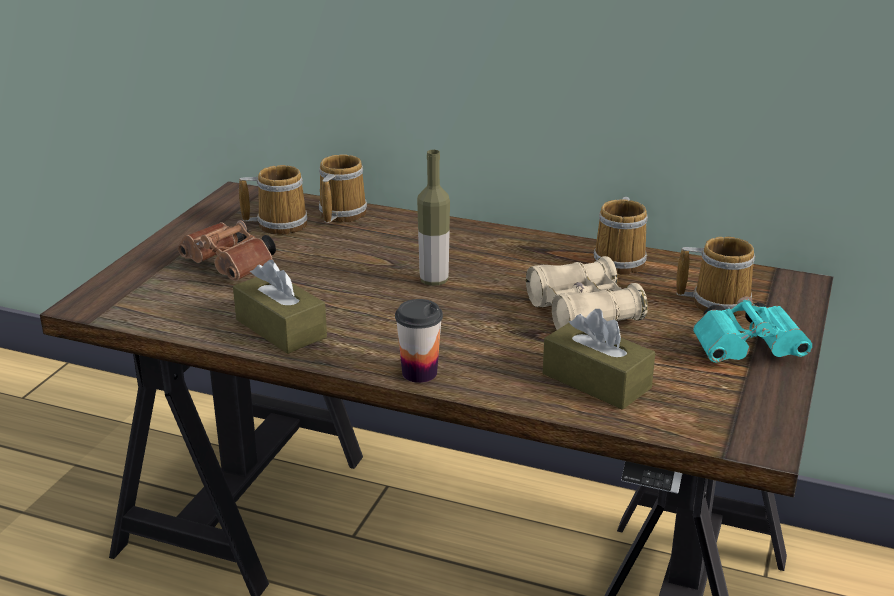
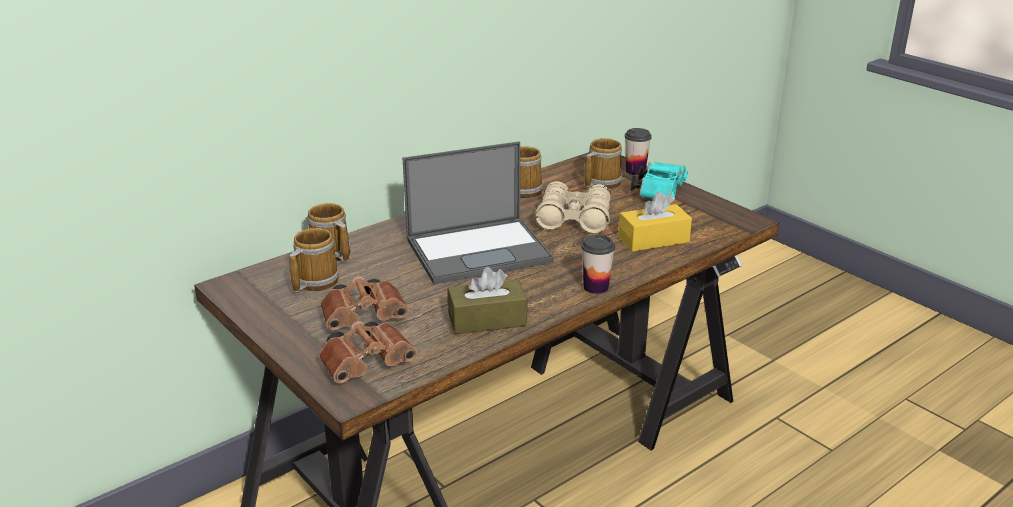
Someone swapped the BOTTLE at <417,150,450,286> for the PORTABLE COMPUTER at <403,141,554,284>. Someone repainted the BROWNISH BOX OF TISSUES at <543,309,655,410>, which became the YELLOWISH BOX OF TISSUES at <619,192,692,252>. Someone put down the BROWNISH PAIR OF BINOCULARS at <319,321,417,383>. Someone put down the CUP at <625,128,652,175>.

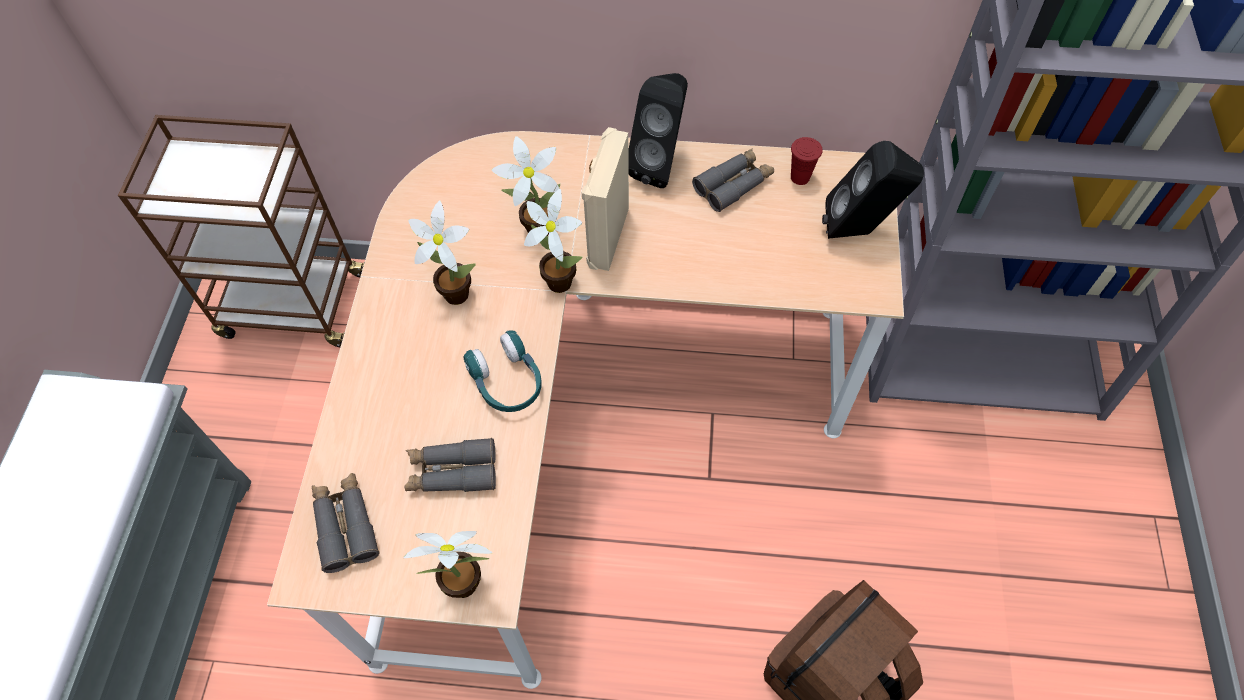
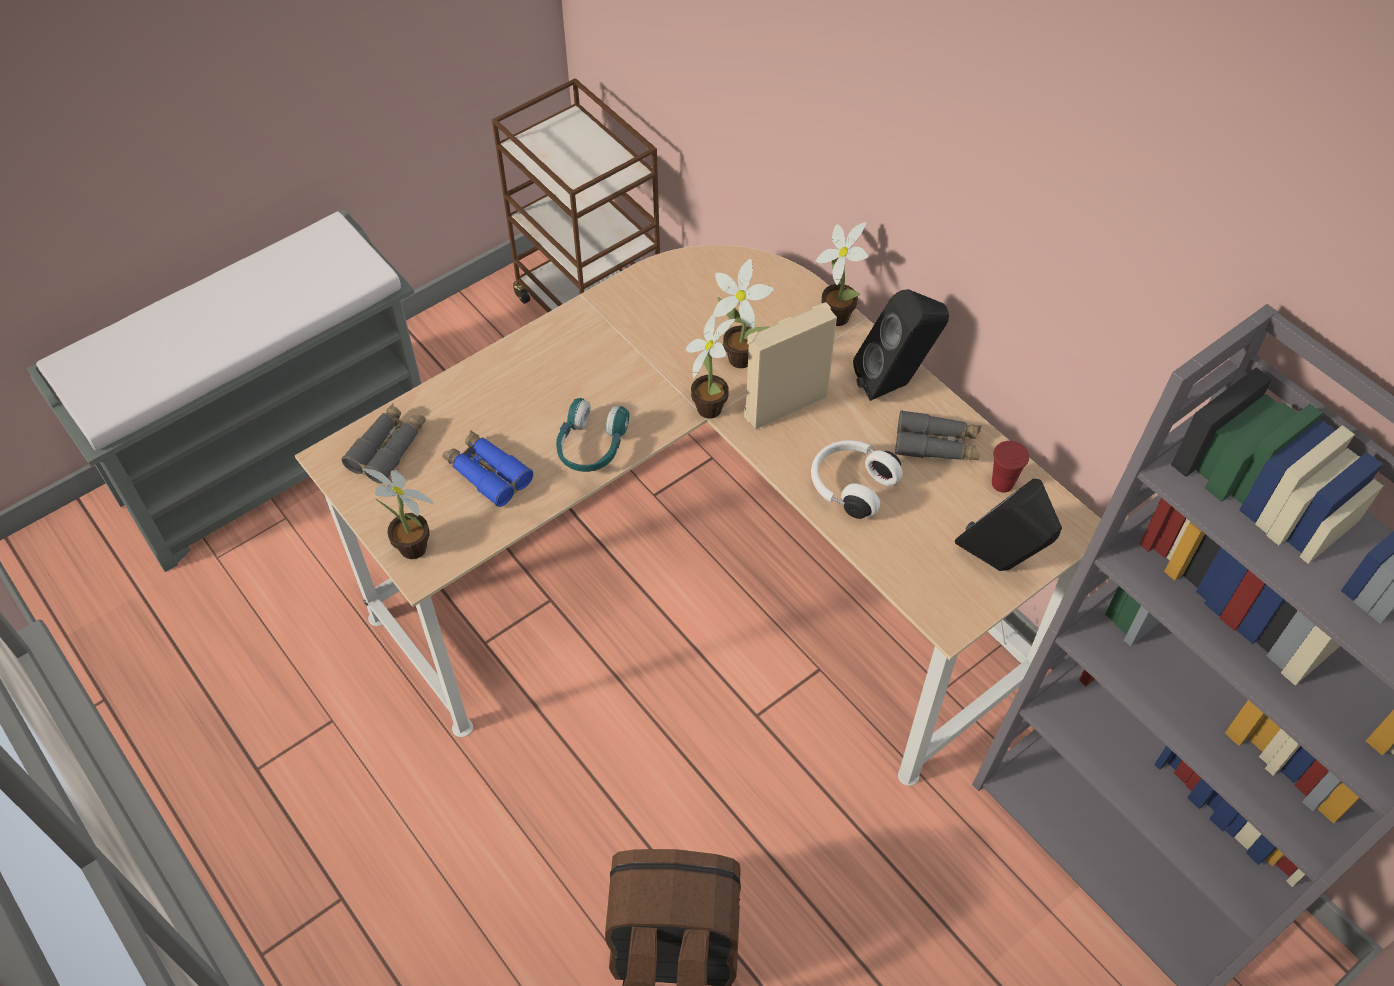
Someone repainted the GRAY PAIR OF BINOCULARS at <404,438,496,492>, which became the BLUISH PAIR OF BINOCULARS at <443,430,533,507>. Someone carried the PLANT IN A POT from <408,201,476,305> to <816,222,868,326>. Someone put down the WHITISH HEADPHONES at <811,440,902,519>.

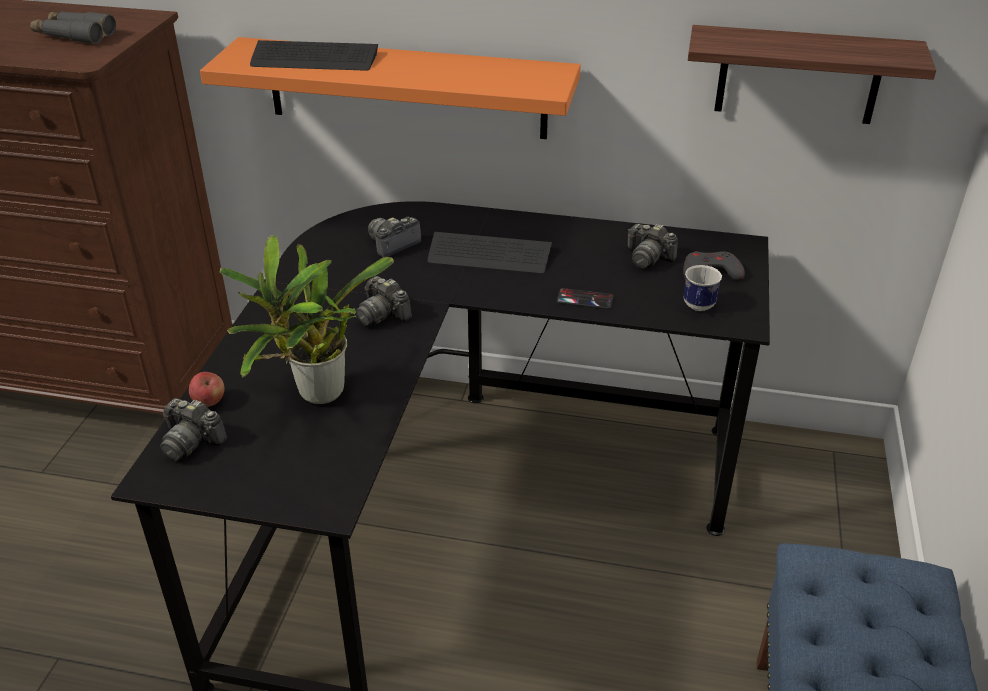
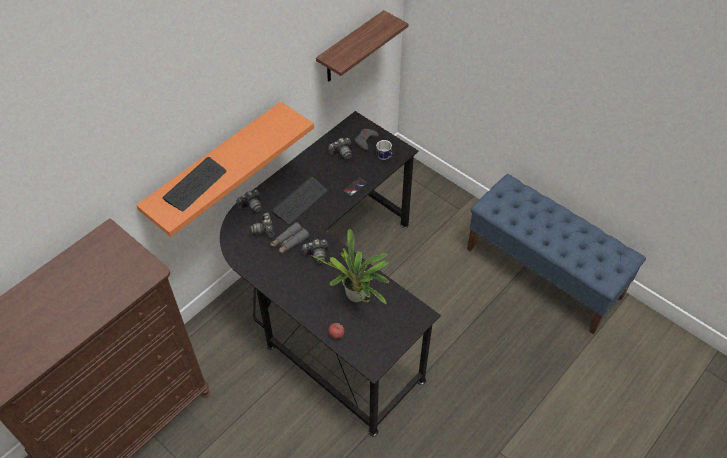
Someone carried the GRAY PAIR OF BINOCULARS from <30,12,116,44> to <270,222,309,254>. Someone carried the STILL CAMERA from <160,398,227,461> to <236,190,262,214>.

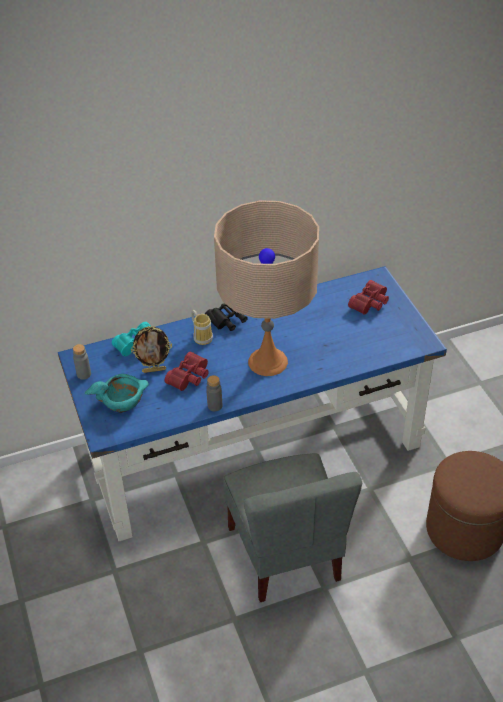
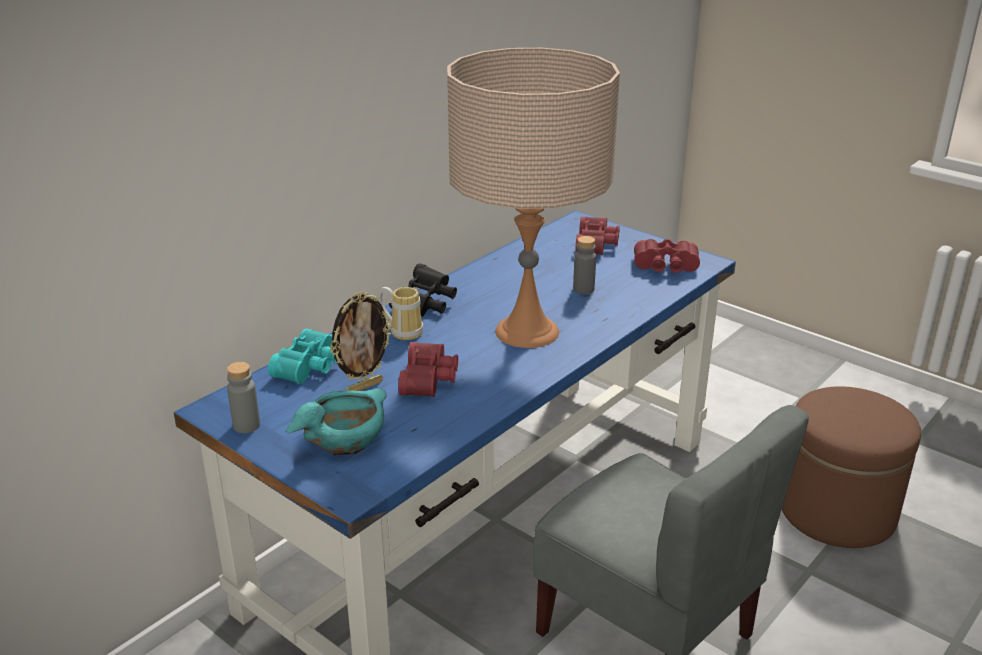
Someone carried the GRAY BOTTLE from <206,375,222,411> to <573,236,596,294>. Someone put down the RED PAIR OF BINOCULARS at <634,239,700,273>.

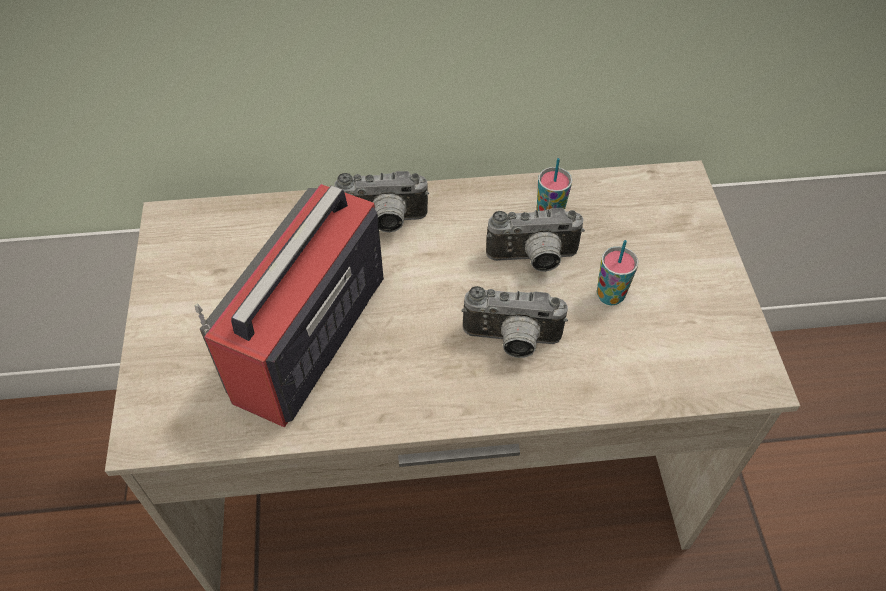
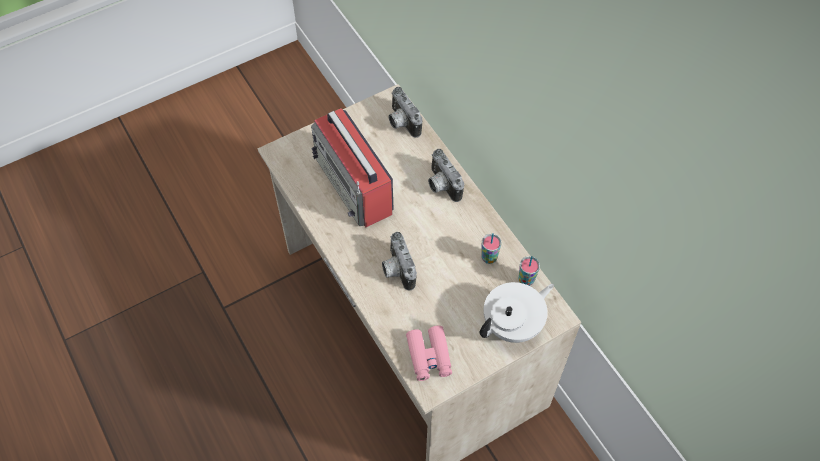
Someone rotated the RADIO SET at <194,184,384,428> by 120 degrees counterclockwise. Someone carried the STILL CAMERA from <486,208,585,272> to <389,87,423,138>. Someone carried the CUP from <597,240,638,305> to <519,256,540,286>. Someone put down the PINK-COLOURED PAIR OF BINOCULARS at <406,326,452,381>. Someone put down the WHITISH TEAPOT at <480,282,554,343>.

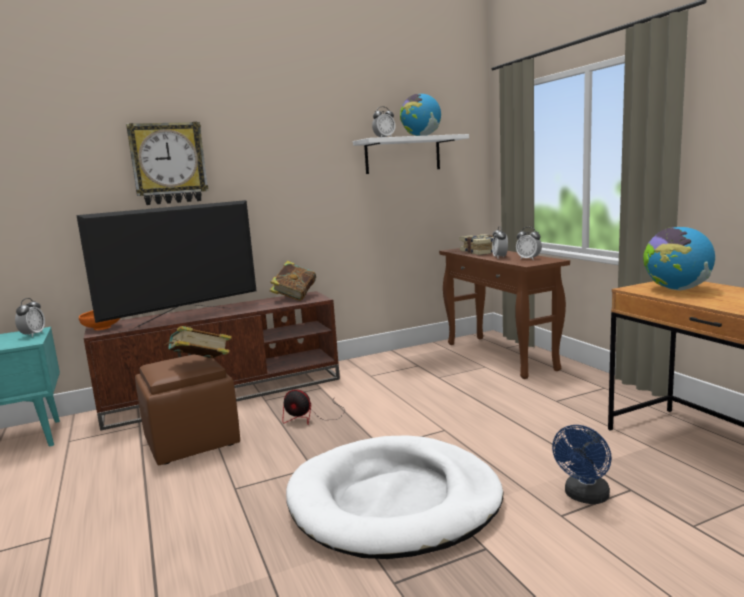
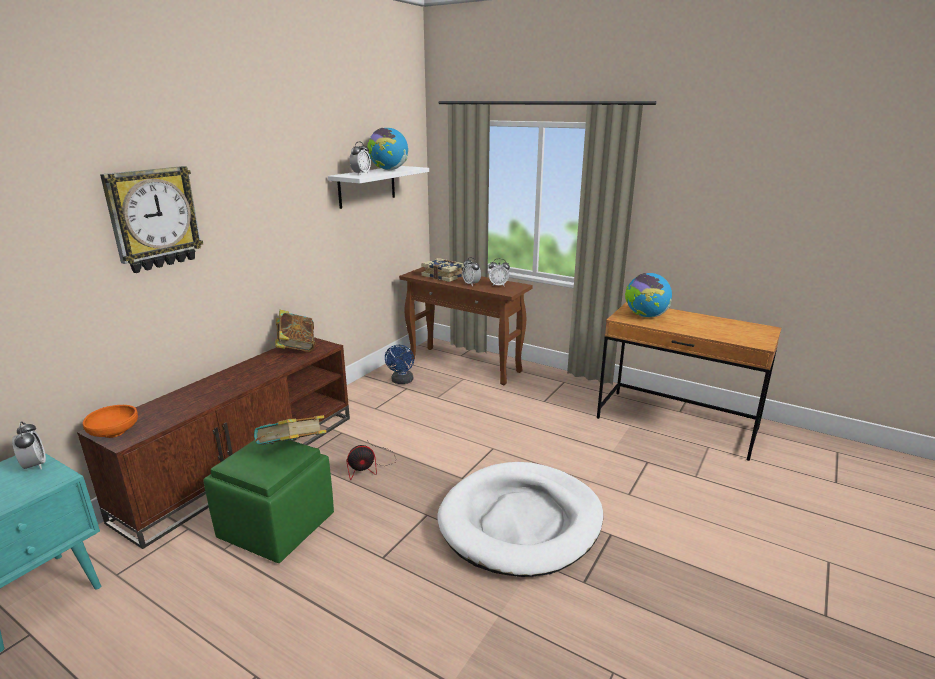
Someone took away the TELEVISION at <76,200,256,328>. Someone repainted the BROWNISH POUFFE at <135,355,240,465>, which became the GREENISH POUFFE at <203,440,334,563>. Someone carried the BLUISH ELECTRIC FAN from <552,425,612,504> to <385,345,414,384>.

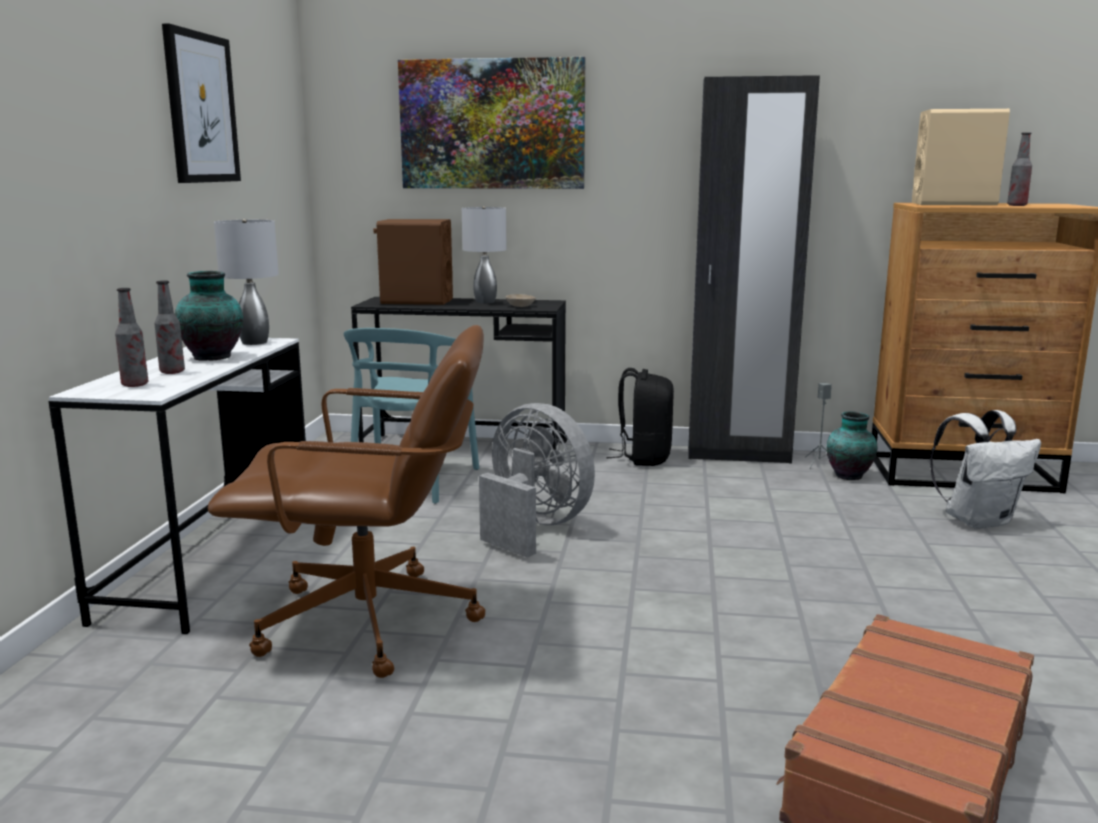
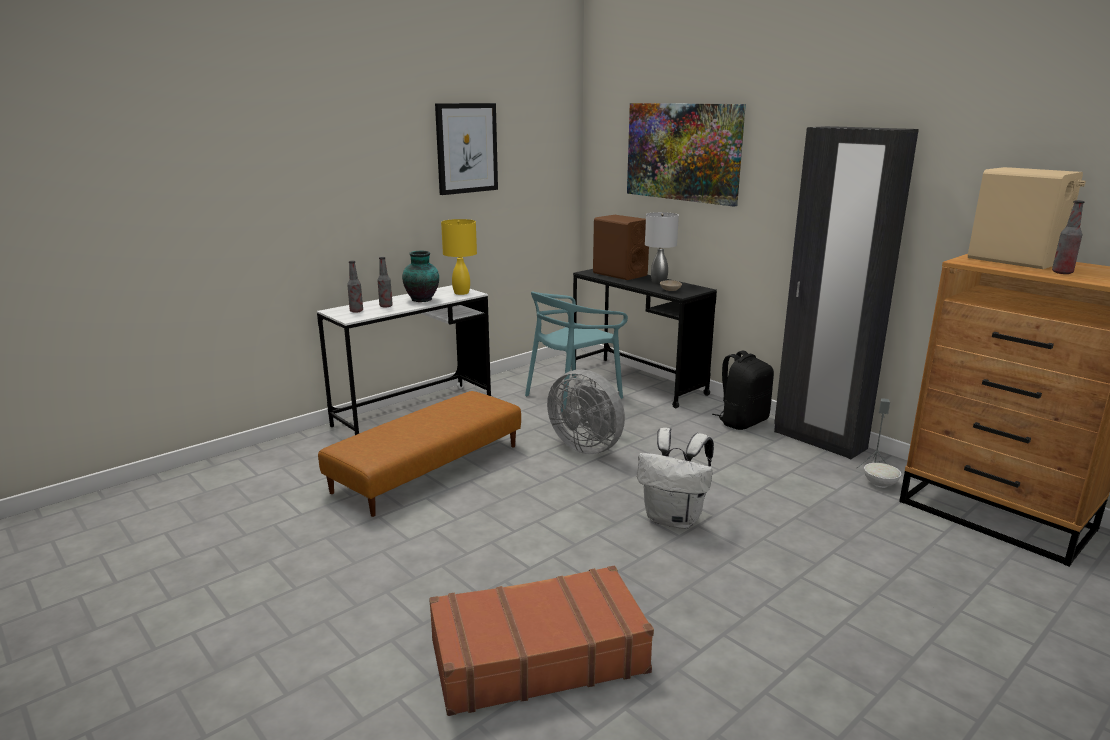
Someone swapped the BROWNISH COMPUTER CHAIR at <208,325,485,678> for the BROWNISH POUFFE at <318,391,521,517>. Someone repainted the GRAY LAMP FOR A TABLE at <214,219,279,345>, which became the YELLOWISH LAMP FOR A TABLE at <441,219,477,295>. Someone rotated the GRAY ELECTRIC FAN at <479,403,595,558> by 135 degrees clockwise. Someone swapped the FLOWER VASE at <827,411,878,480> for the WHITISH SERVING BOWL at <864,463,901,488>. Someone carried the WHITISH RUCKSACK from <930,410,1041,529> to <637,428,714,529>.

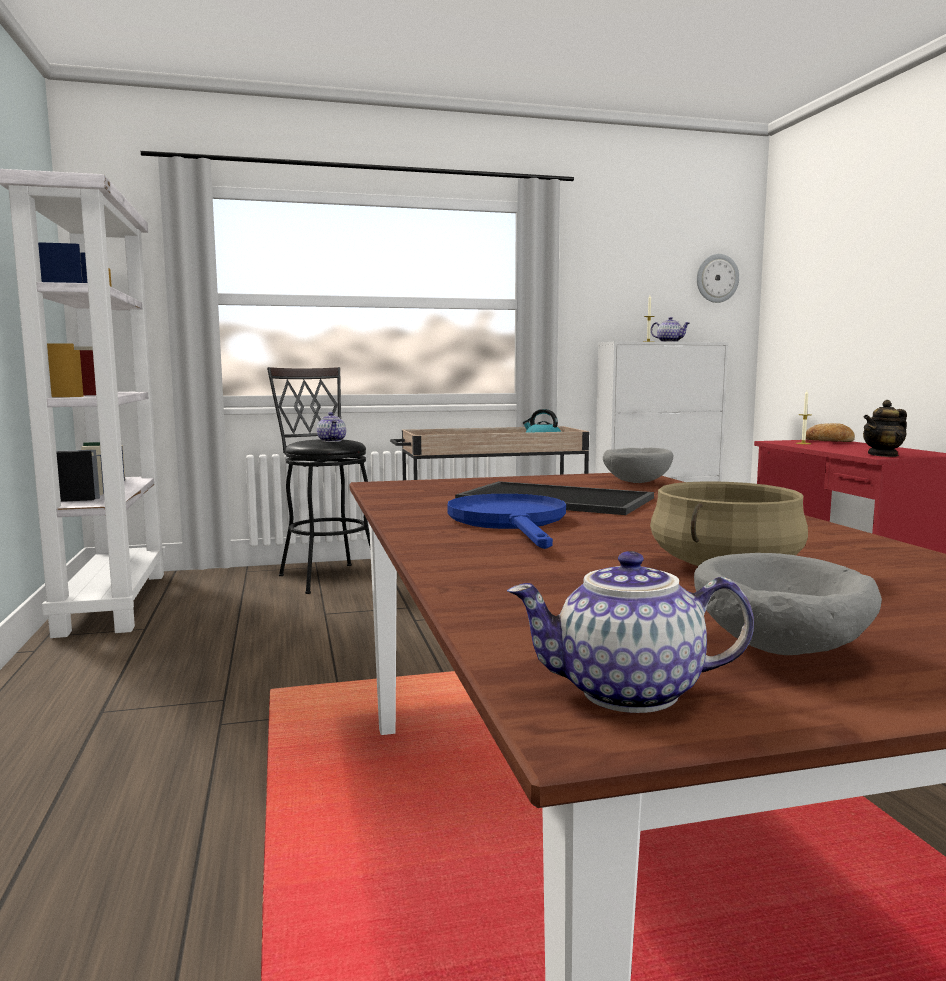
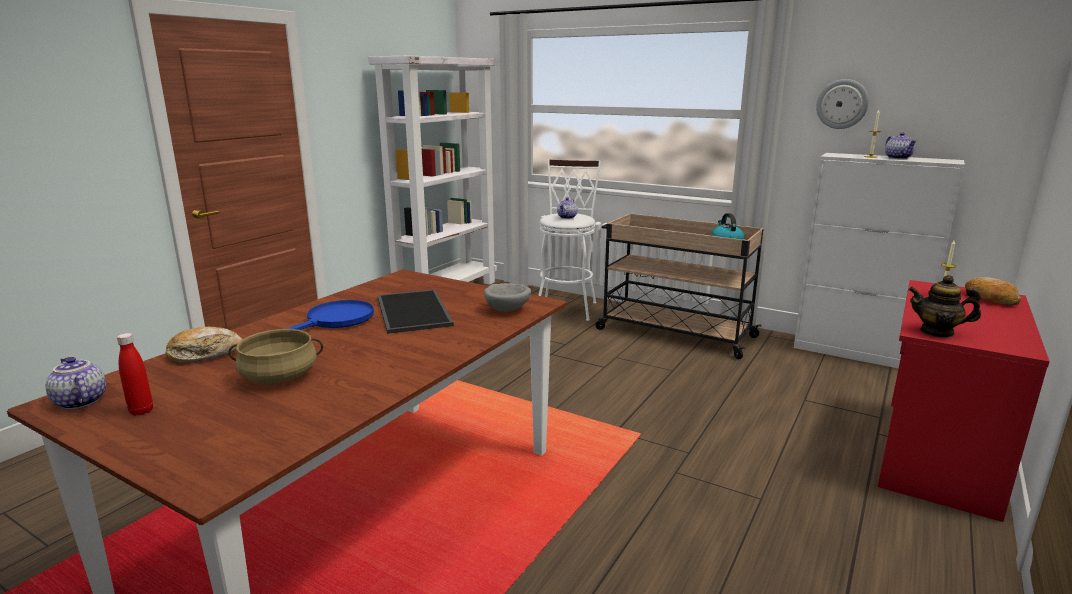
Someone repainted the BLACKISH STOOL SEAT at <267,367,370,594>, which became the WHITISH STOOL SEAT at <538,160,601,321>. Someone swapped the GRAY SERVING BOWL at <694,553,882,655> for the RED BOTTLE at <117,333,153,416>. Someone carried the WALL CLOCK from <697,254,739,303> to <816,79,869,129>. Someone put down the BAKERY BREAD at <166,326,243,363>.

